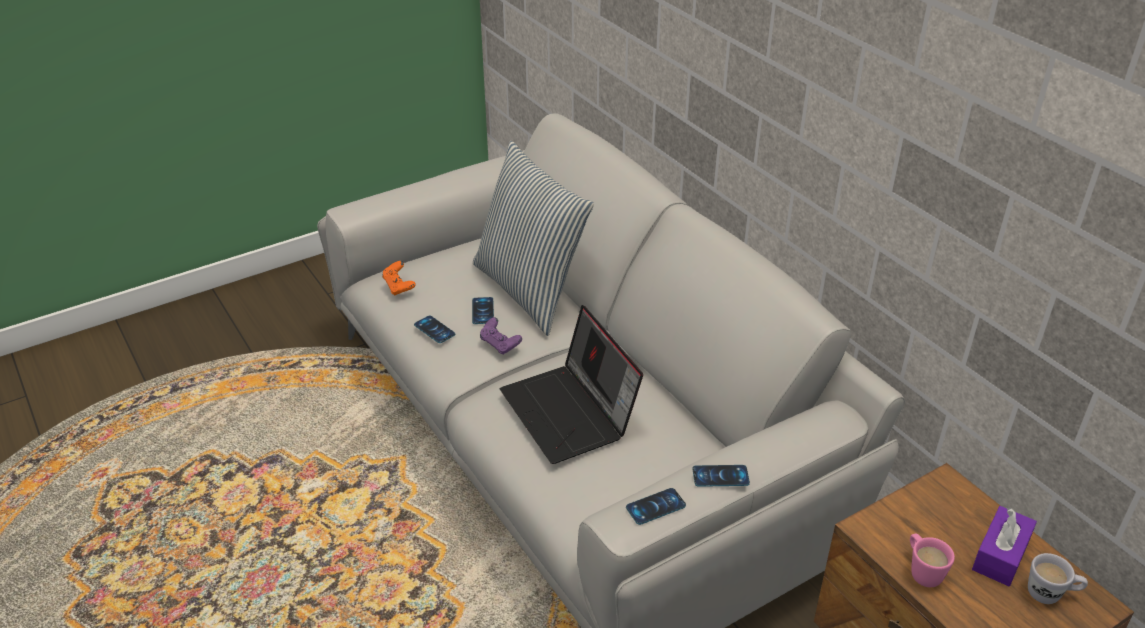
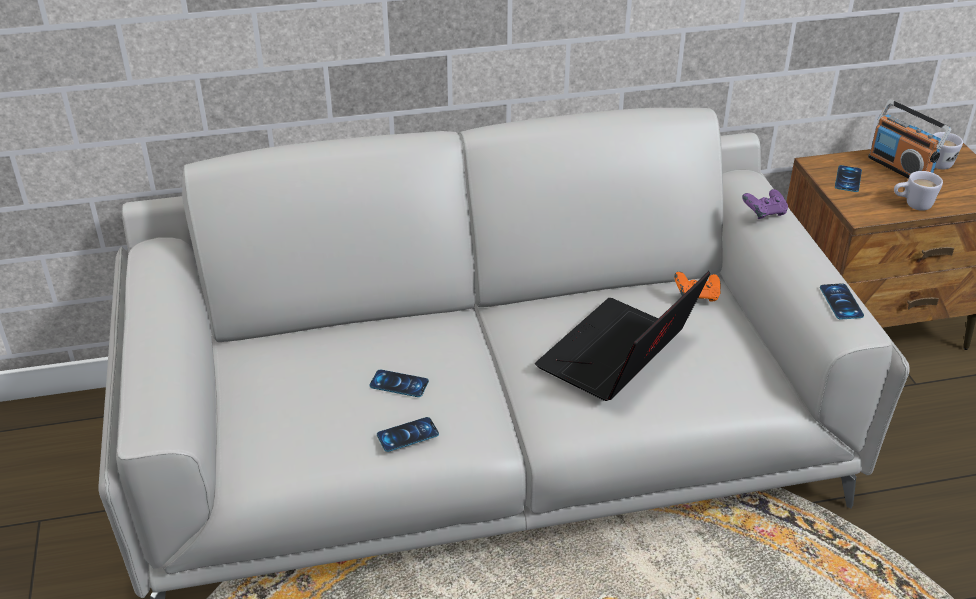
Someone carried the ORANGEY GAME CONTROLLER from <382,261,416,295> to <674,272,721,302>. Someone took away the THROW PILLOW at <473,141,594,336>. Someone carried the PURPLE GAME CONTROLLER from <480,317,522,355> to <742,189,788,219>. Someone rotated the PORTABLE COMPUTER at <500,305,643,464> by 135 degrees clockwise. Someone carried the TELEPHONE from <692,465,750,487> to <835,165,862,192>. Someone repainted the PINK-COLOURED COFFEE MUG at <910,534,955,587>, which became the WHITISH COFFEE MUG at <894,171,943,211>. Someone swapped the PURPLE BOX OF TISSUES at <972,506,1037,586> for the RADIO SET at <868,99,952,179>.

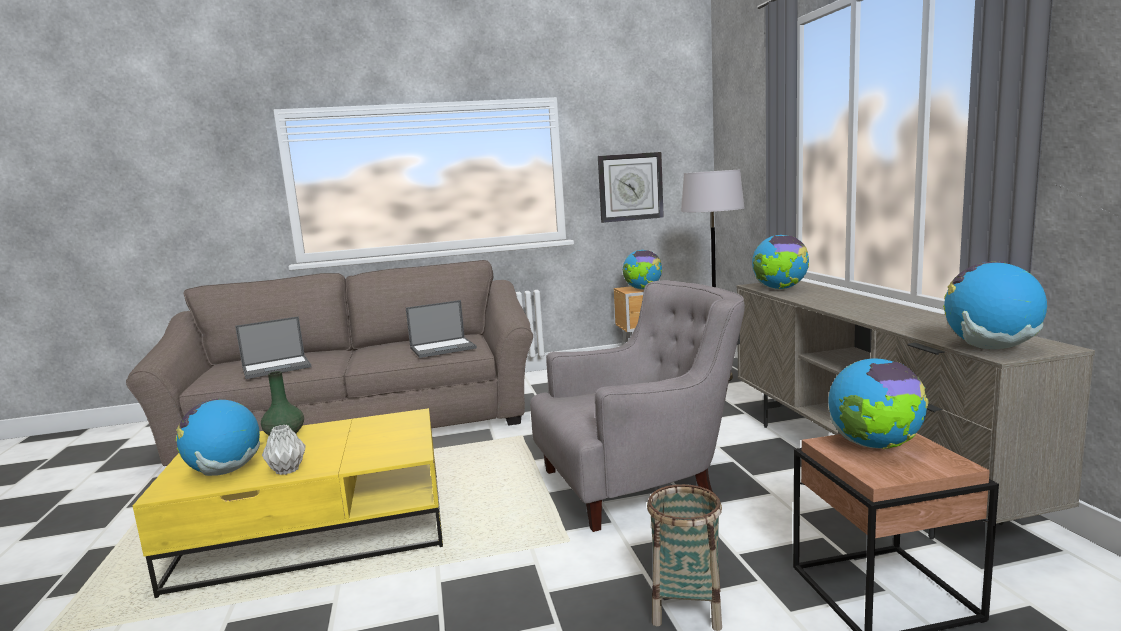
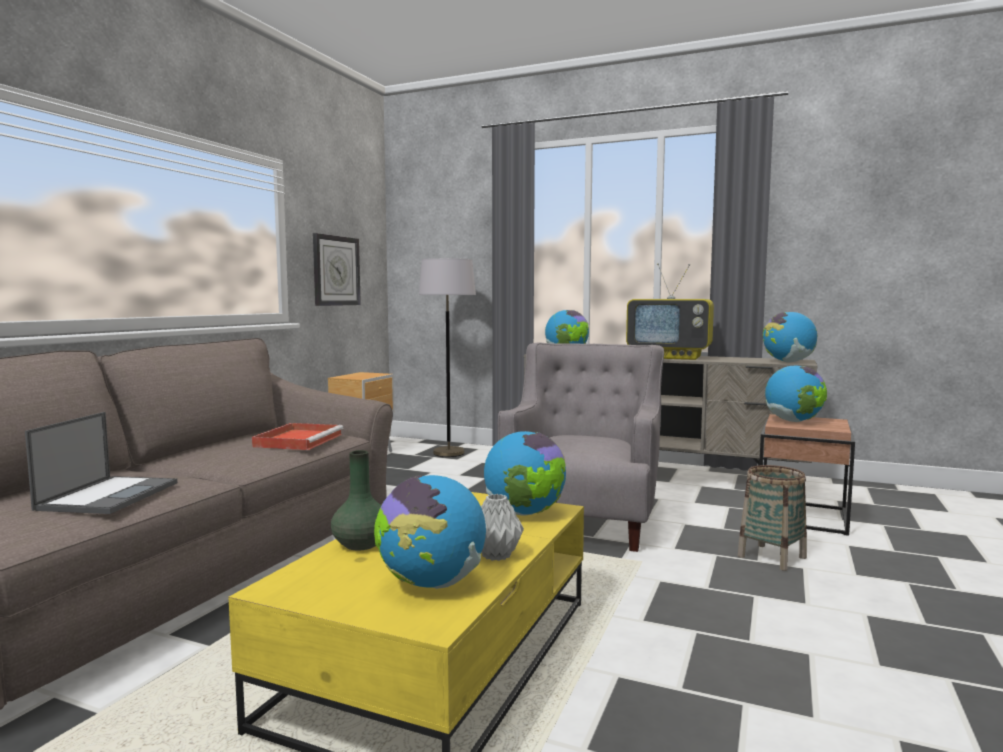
Someone swapped the PORTABLE COMPUTER at <406,300,477,358> for the RED CARRYING TRAY at <252,423,343,450>. Someone carried the WORLD GLOBE from <623,250,662,289> to <484,431,566,515>. Someone put down the TELEVISION at <626,264,714,360>.

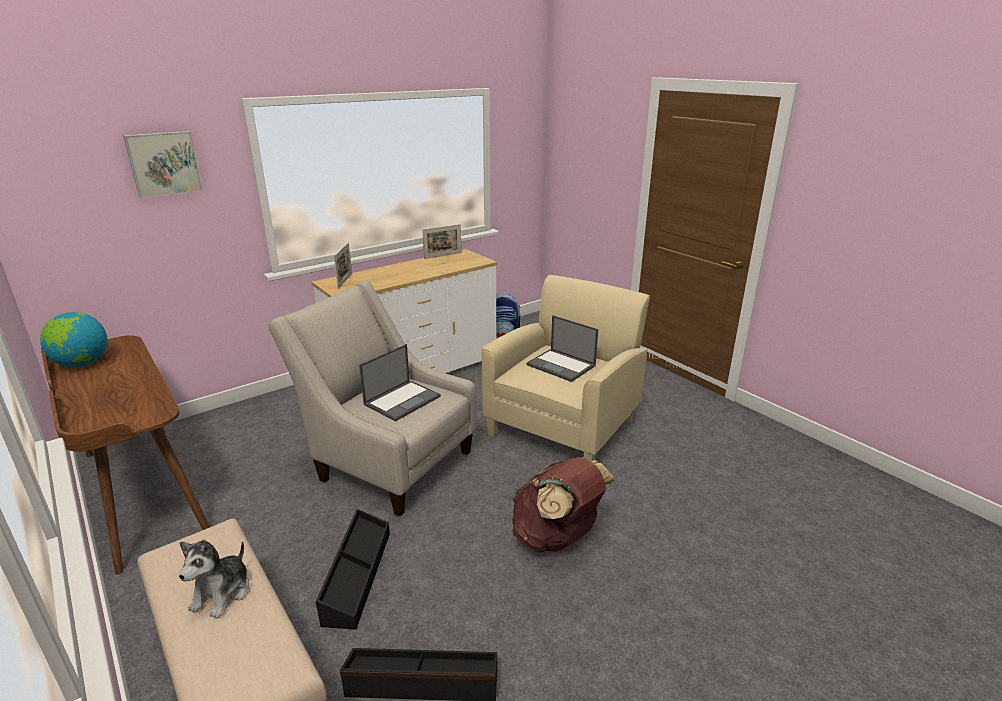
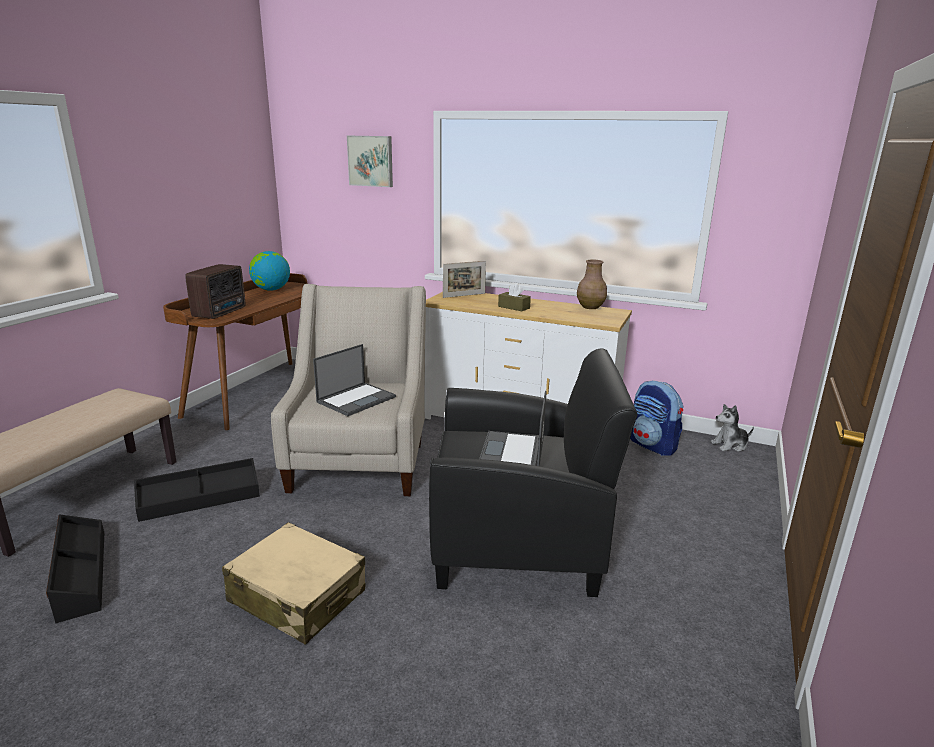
Someone carried the CUDDLY TOY from <179,539,249,619> to <711,404,754,452>. Someone rotated the PORTABLE COMPUTER at <359,344,441,422> by 60 degrees counterclockwise. Someone swapped the PHOTO FRAME at <422,224,462,259> for the BROWNISH FLOWER VASE at <577,260,607,309>. Someone repainted the BEIGE LOUNGE CHAIR at <482,275,650,461>, which became the BLACKISH LOUNGE CHAIR at <429,349,637,597>. Someone swapped the BROWNISH RUCKSACK at <512,457,616,552> for the BEIGE SUITCASE at <222,522,365,645>. Someone put down the RADIO SET at <185,264,245,319>. Someone put down the BROWNISH BOX OF TISSUES at <498,283,531,311>.

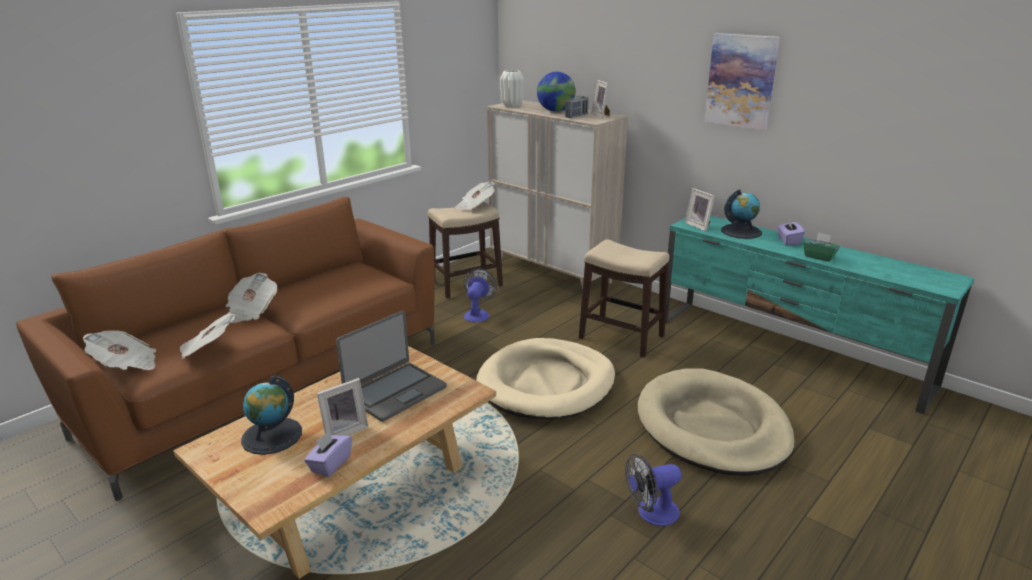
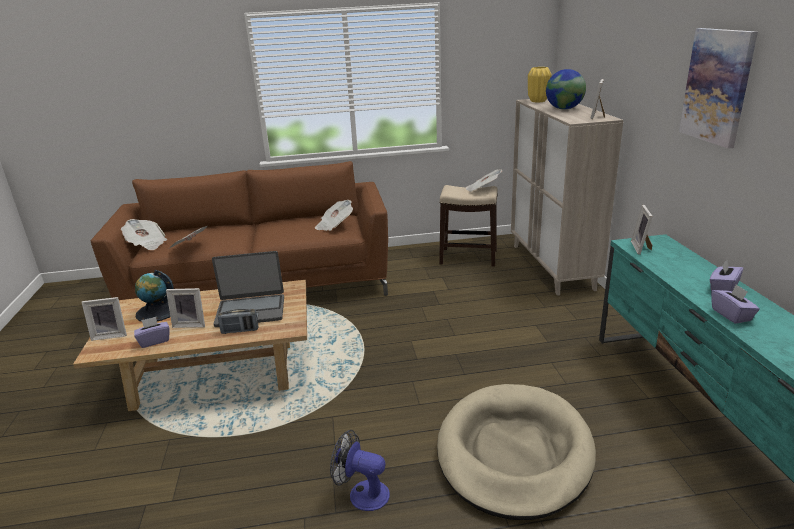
Someone carried the DAILY PAPER from <226,273,277,323> to <315,200,353,231>. Someone took away the ELECTRIC FAN at <464,269,497,322>. Someone took away the BEIGE DOG CUSHION at <476,338,615,420>. Someone repainted the WHITISH FLOWER VASE at <500,70,524,107>, which became the YELLOWISH FLOWER VASE at <528,67,552,102>. Someone carried the RADIO SET from <565,96,589,118> to <218,309,258,334>. Someone took away the STOOL SEAT at <579,239,669,357>. Someone took away the WORLD GLOBE at <721,189,762,239>. Someone repainted the GREENISH BOX OF TISSUES at <804,232,840,262>, which became the PURPLE BOX OF TISSUES at <711,284,760,324>. Someone put down the PHOTO FRAME at <81,297,127,341>.

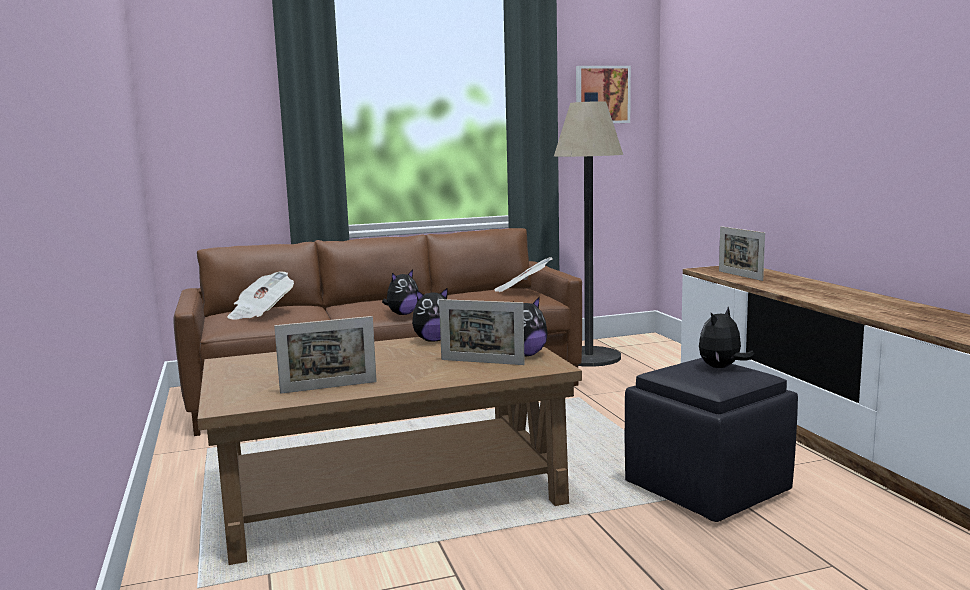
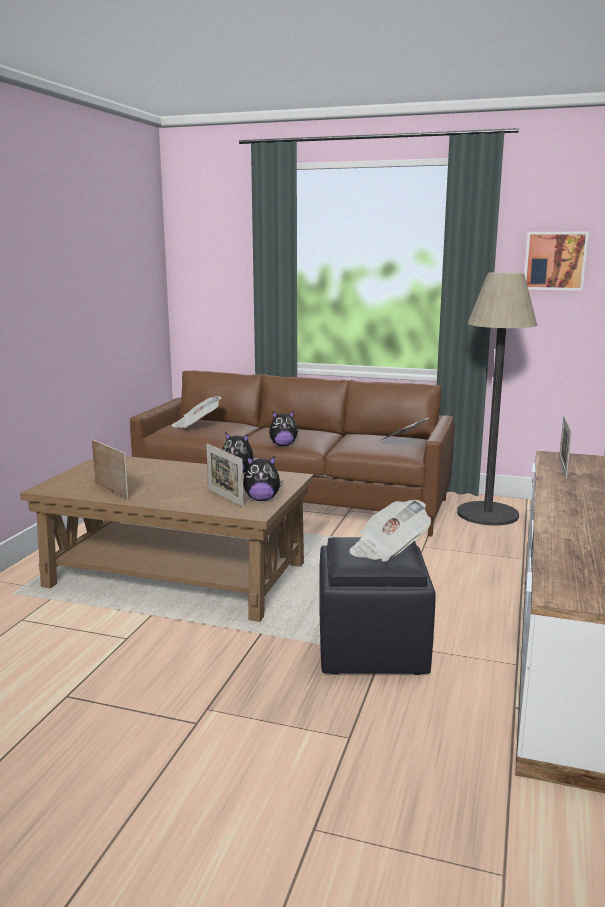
Someone rotated the PHOTO FRAME at <274,316,377,394> by 150 degrees counterclockwise. Someone swapped the CUDDLY TOY at <699,307,755,368> for the DAILY PAPER at <349,500,431,562>.

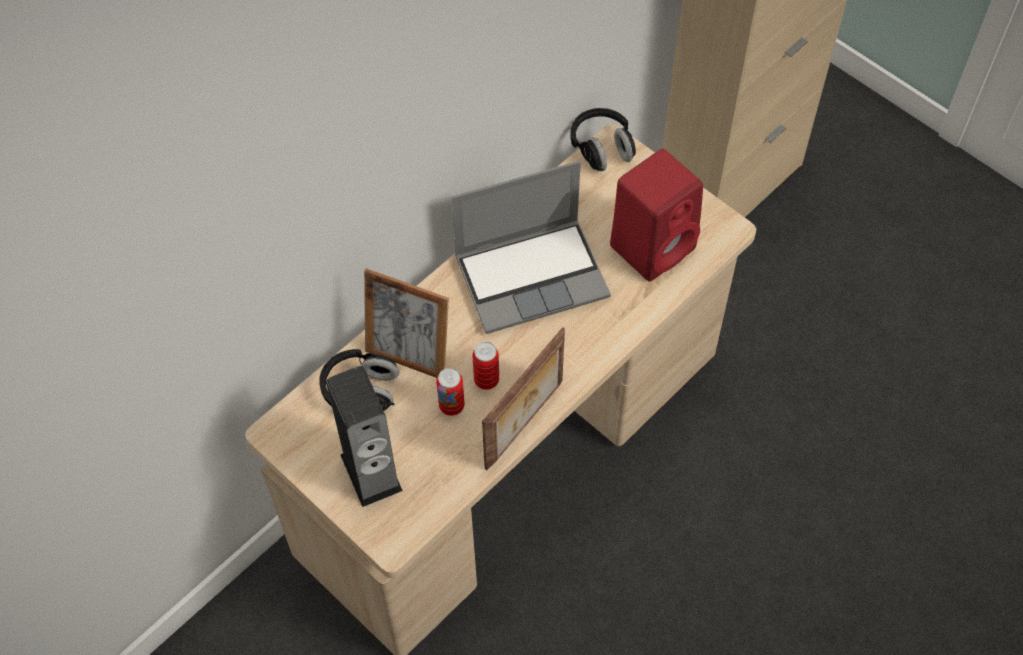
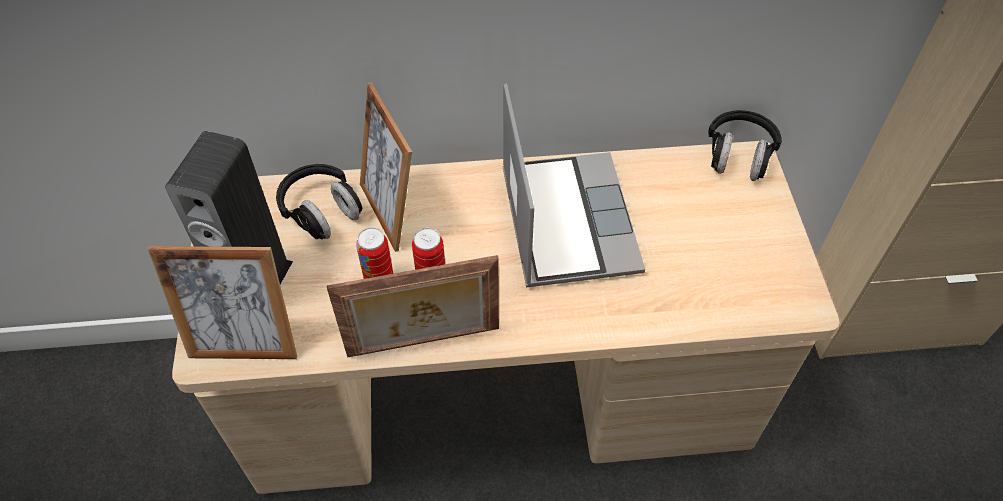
Someone rotated the PORTABLE COMPUTER at <452,161,611,334> by 120 degrees counterclockwise. Someone took away the RED SPEAKER at <610,149,703,282>. Someone put down the PHOTO FRAME at <148,246,297,359>.

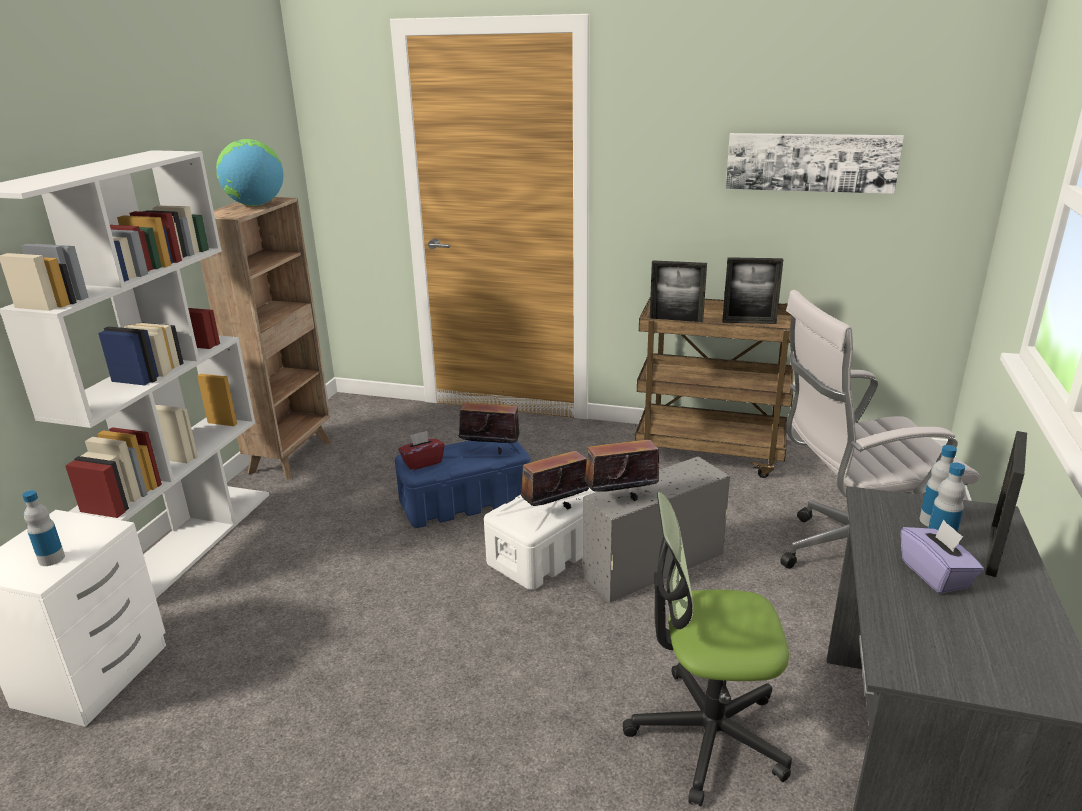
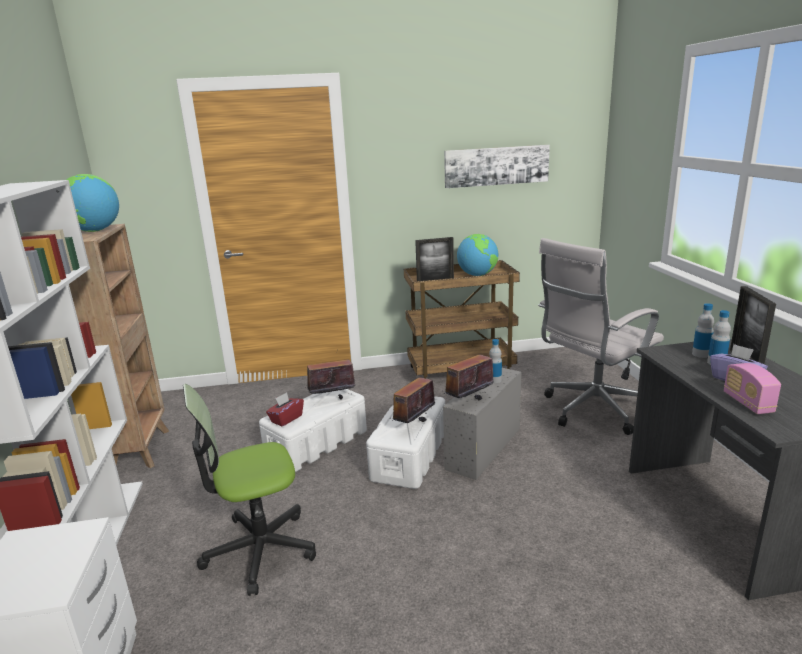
Someone carried the BOTTLE from <22,490,65,566> to <489,339,502,383>. Someone repainted the BLUISH STORAGE CONTAINER at <395,441,531,528>, which became the WHITISH STORAGE CONTAINER at <259,389,367,472>. Someone carried the COMPUTER CHAIR from <623,492,792,806> to <183,384,316,596>. Someone swapped the PHOTO FRAME at <722,257,783,324> for the WORLD GLOBE at <457,234,498,276>. Someone put down the RADIO SET at <724,363,781,414>.

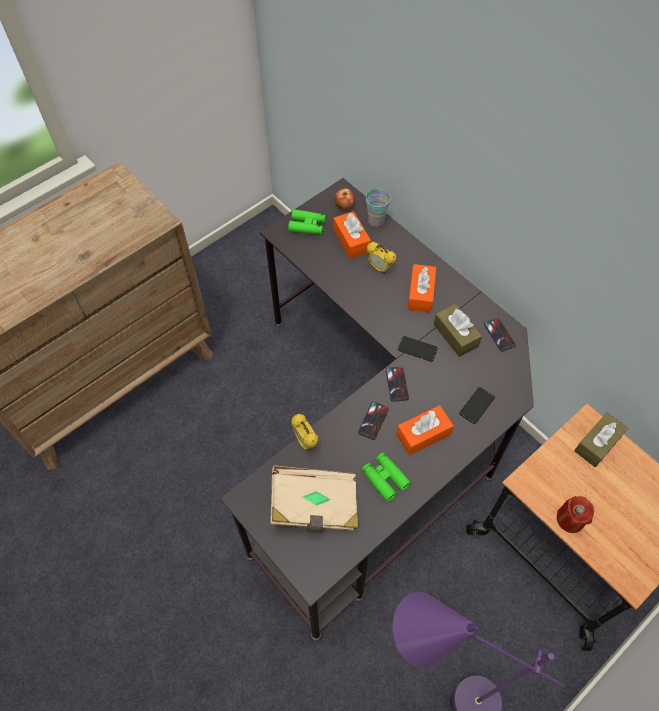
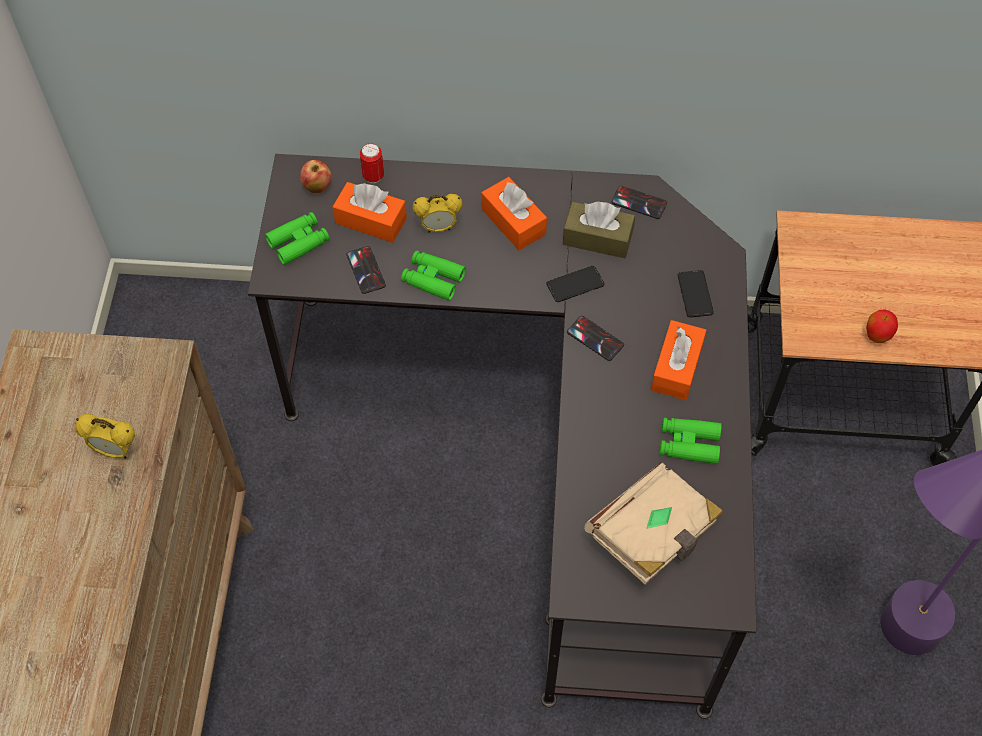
Someone carried the BEDSIDE CLOCK from <291,414,319,450> to <75,414,135,459>. Someone carried the TELEPHONE from <358,401,389,440> to <347,246,386,294>. Someone swapped the CUP at <366,189,390,227> for the METAL CAN at <360,143,384,183>. Someone swapped the RED CANDLE at <557,496,594,533> for the WHOLE APPLE at <866,309,898,343>. Someone took away the BROWNISH BOX OF TISSUES at <574,412,628,467>. Someone put down the GREENISH PAIR OF BINOCULARS at <401,251,466,301>.

